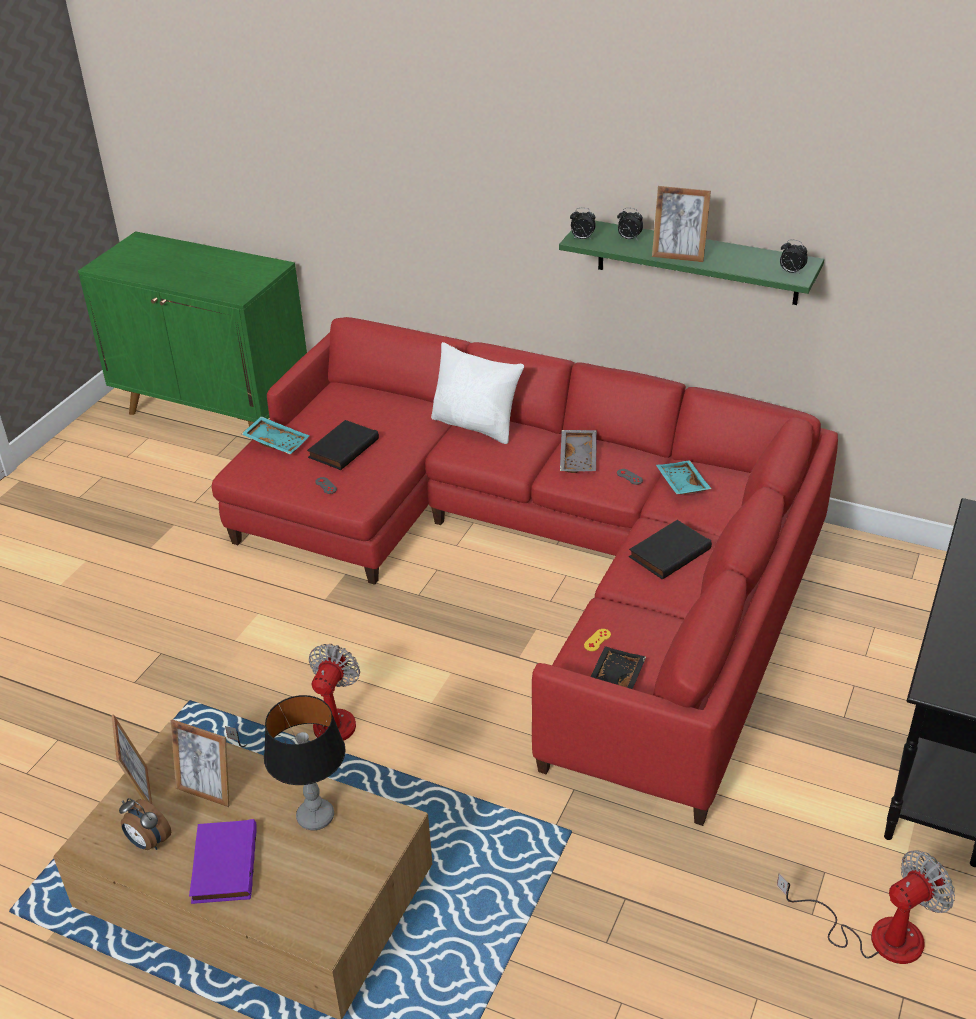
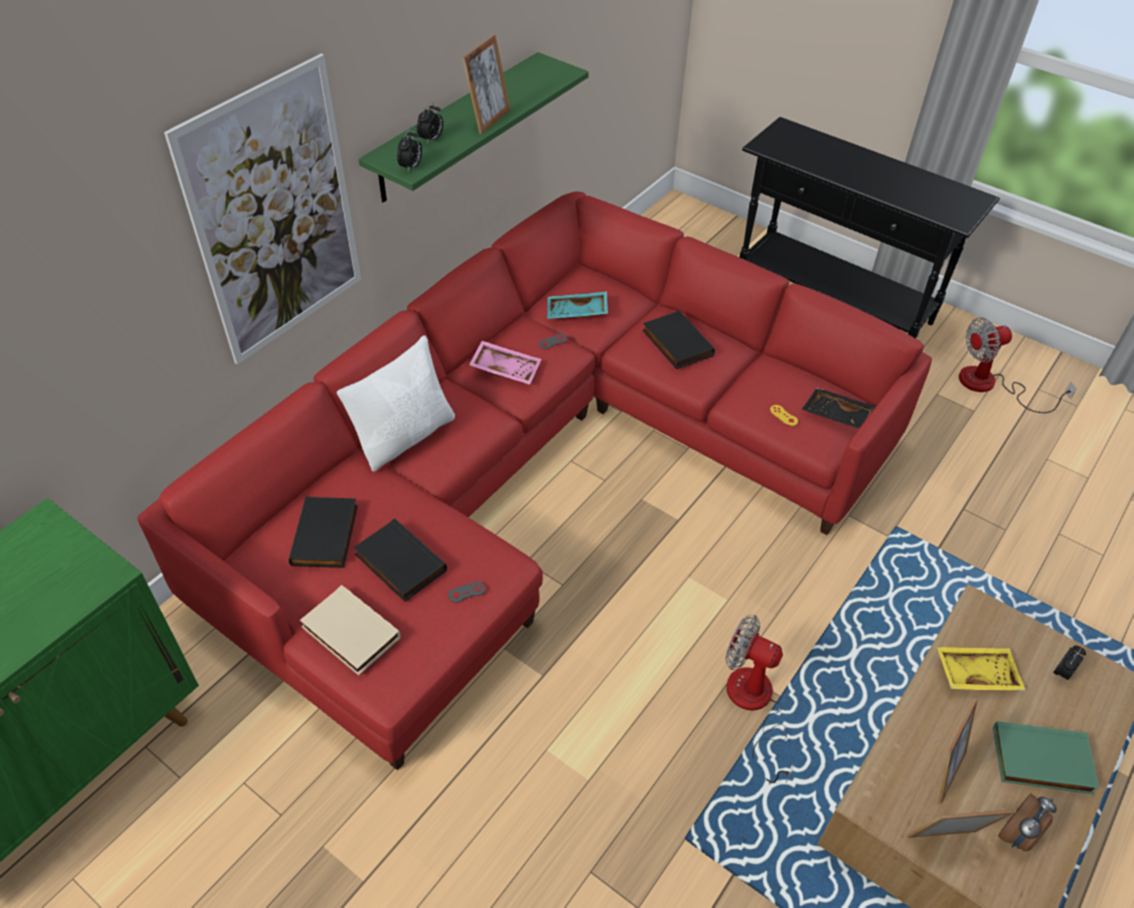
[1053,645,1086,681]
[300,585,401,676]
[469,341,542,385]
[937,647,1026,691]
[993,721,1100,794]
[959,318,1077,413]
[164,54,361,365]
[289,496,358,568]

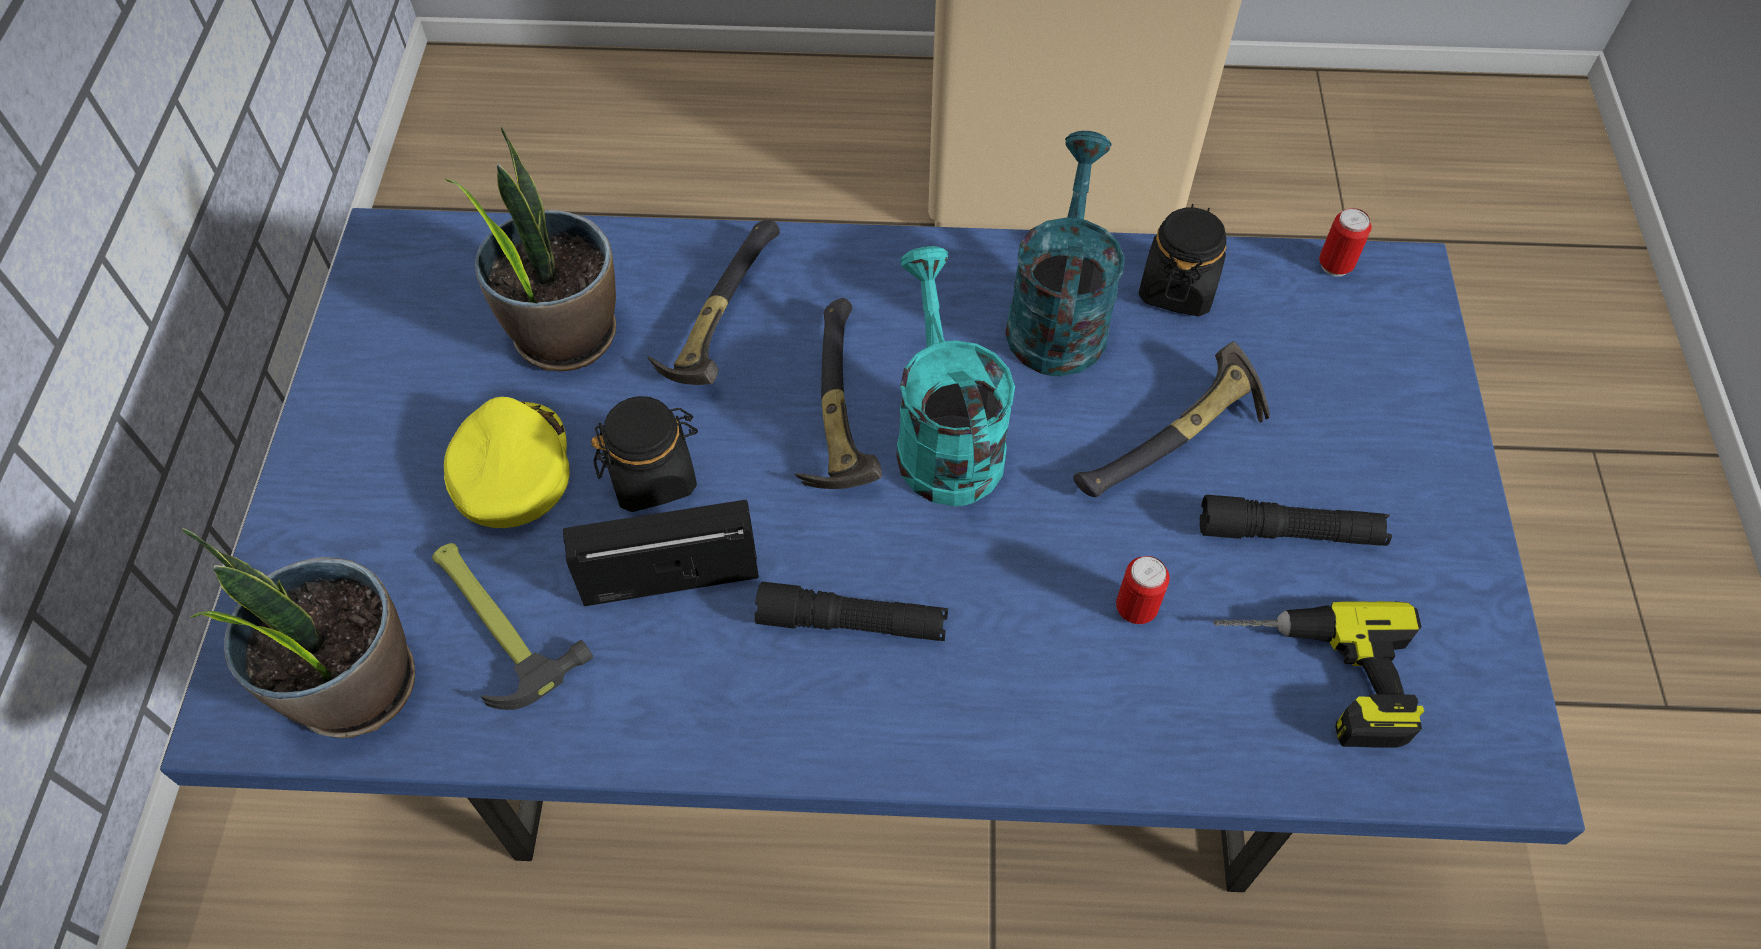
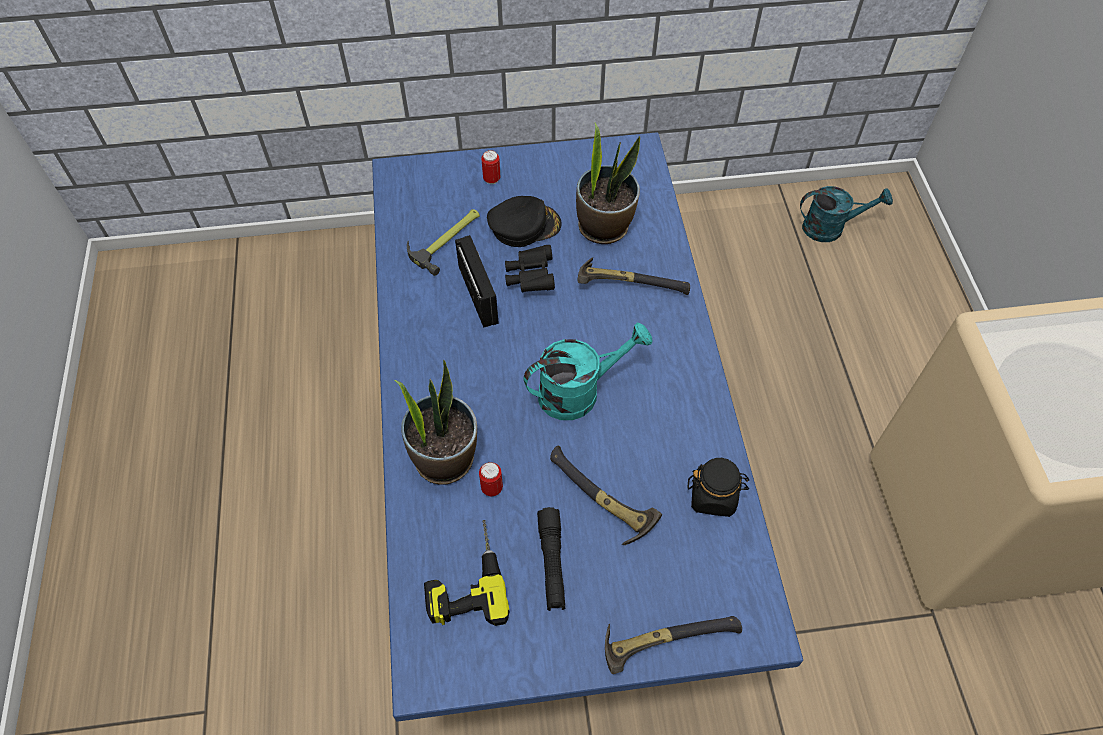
[800,186,893,242]
[481,150,501,184]
[605,616,742,674]
[505,245,555,292]
[487,196,562,247]
[394,360,477,485]
[755,582,948,641] (first image)

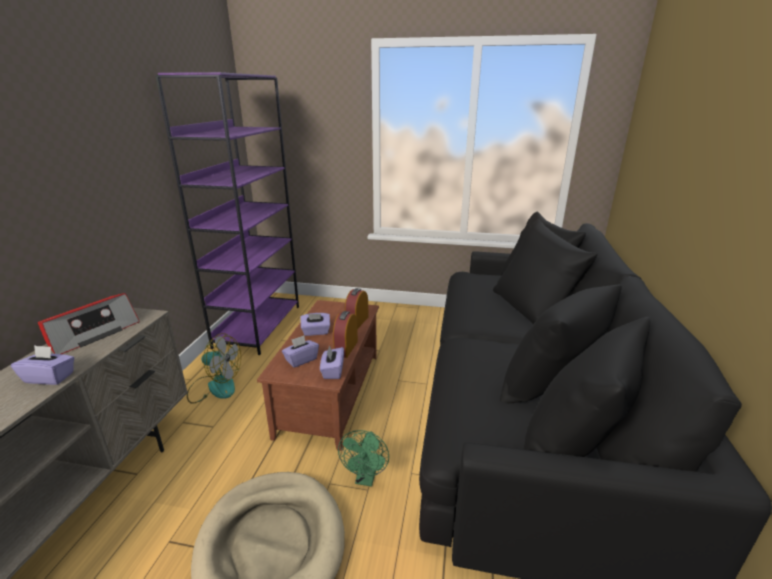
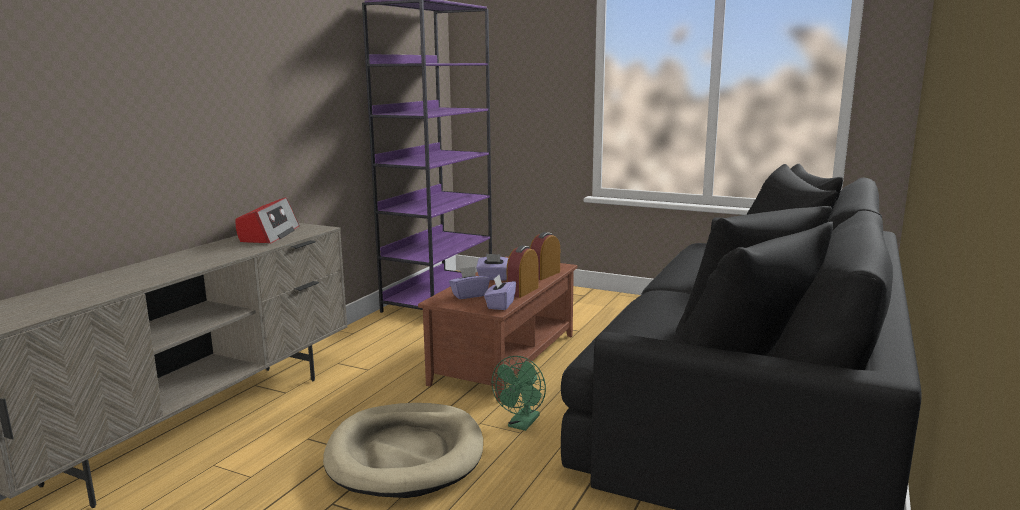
[235,197,299,244]
[187,333,241,404] (first image)
[11,345,75,385] (first image)

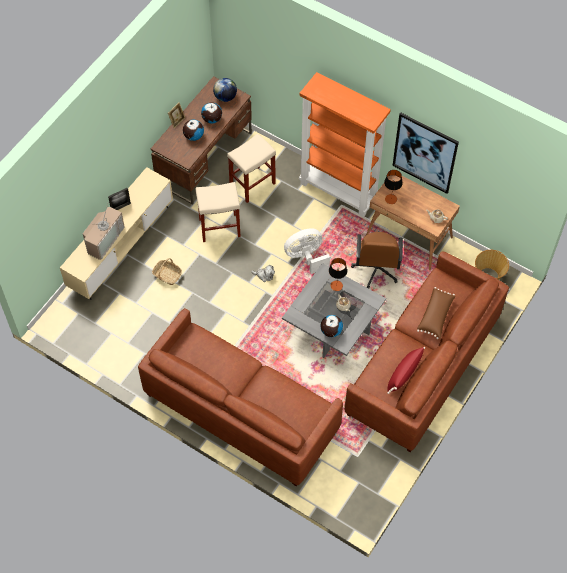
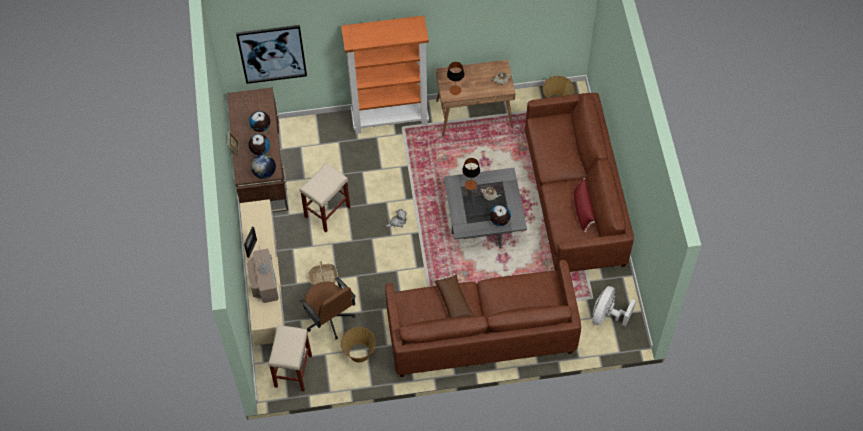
[251,154,276,179]
[236,25,307,84]
[268,325,312,391]
[592,286,636,326]
[300,277,356,339]
[435,274,475,318]
[341,327,376,363]

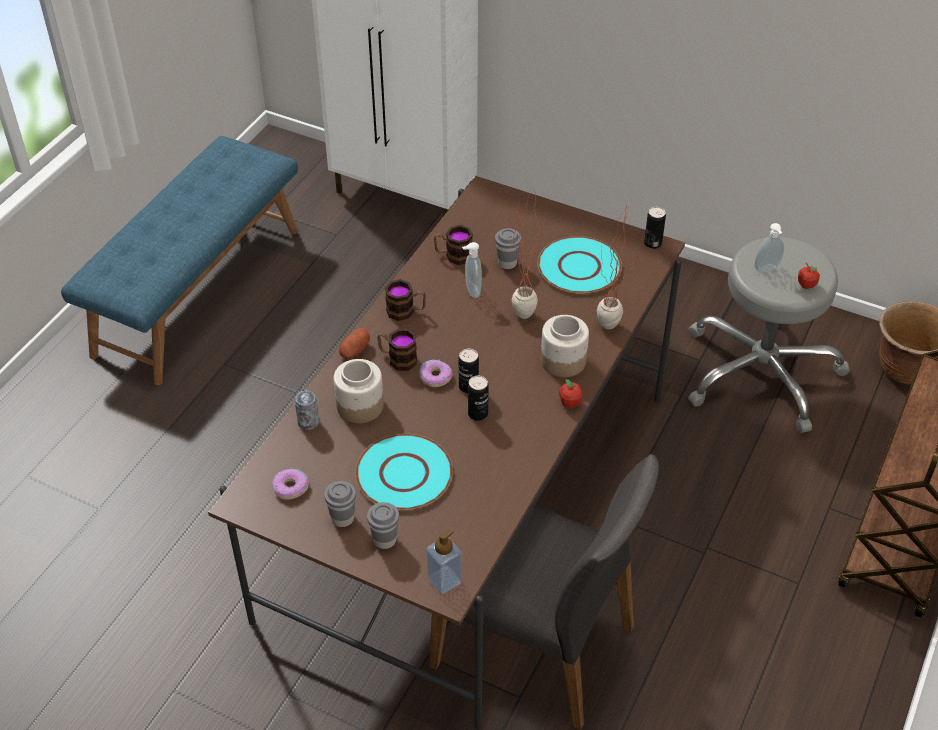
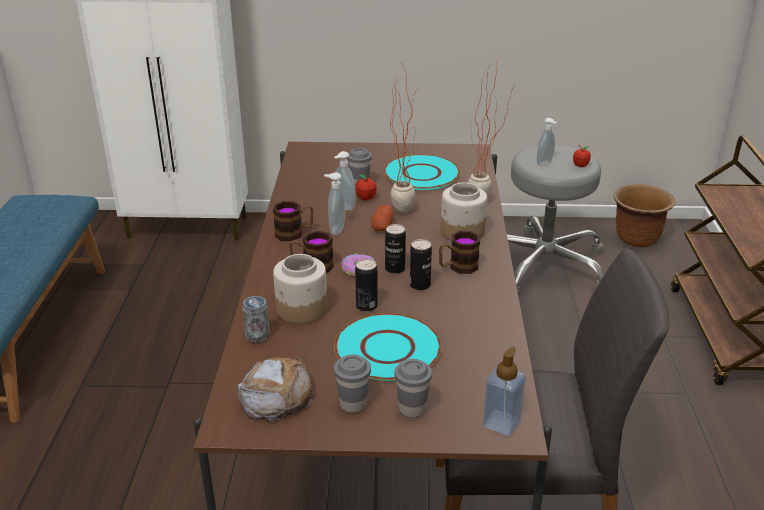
[355,259,377,312]
[439,231,480,274]
[371,205,394,231]
[356,174,376,201]
[238,357,314,423]
[324,172,345,235]

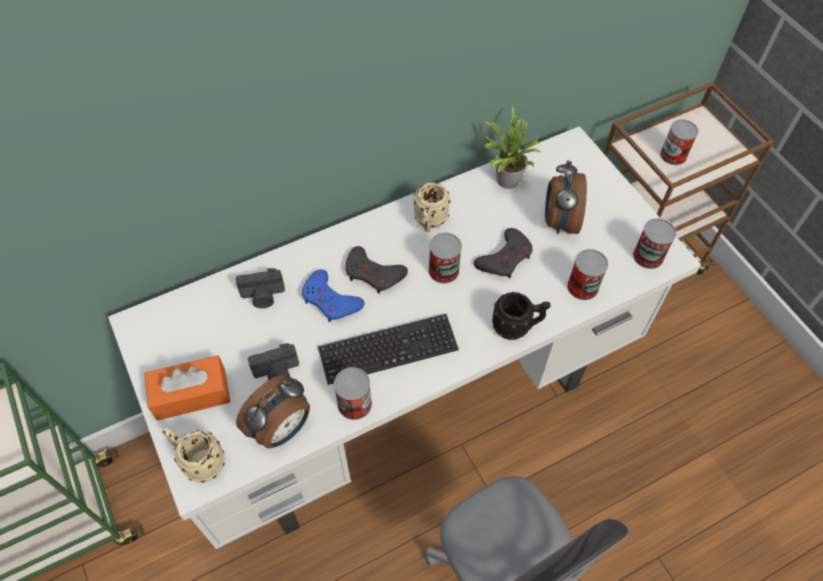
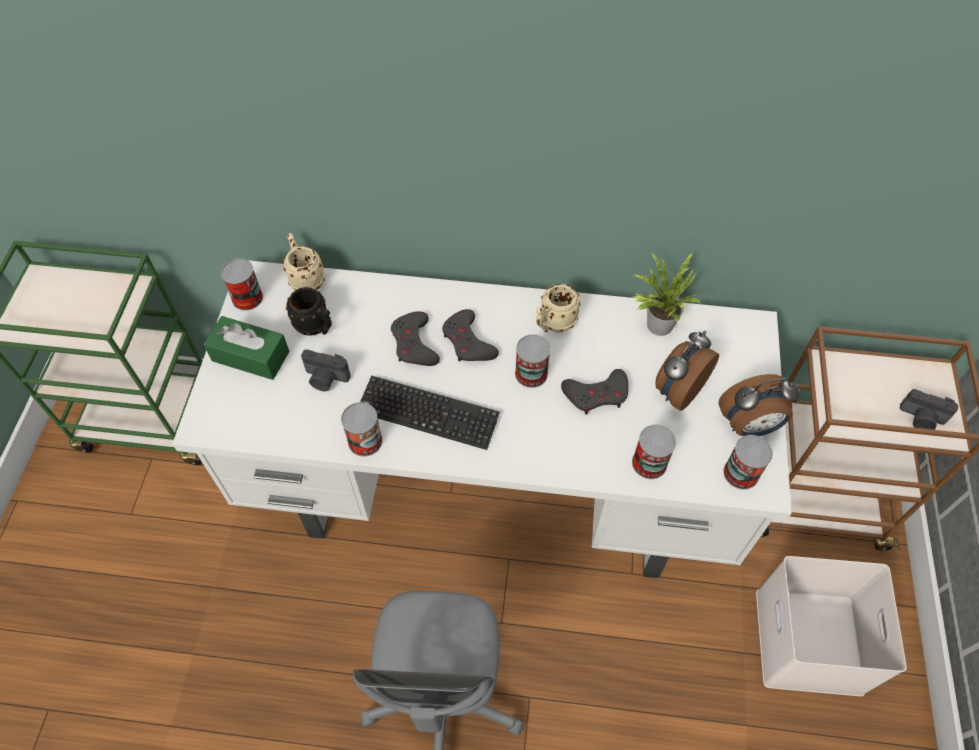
[221,258,263,311]
[900,389,958,430]
[391,311,440,366]
[286,287,332,335]
[204,316,290,380]
[718,374,800,436]
[284,233,325,291]
[756,556,907,696]

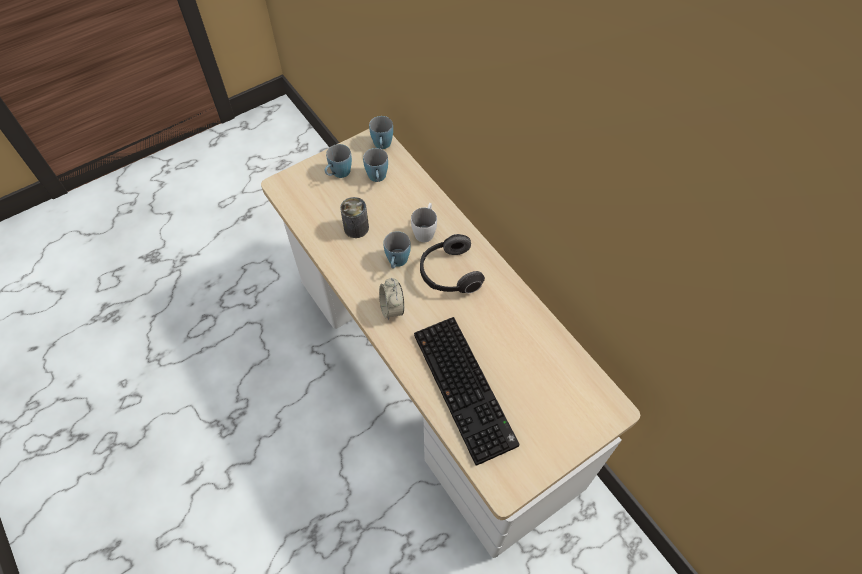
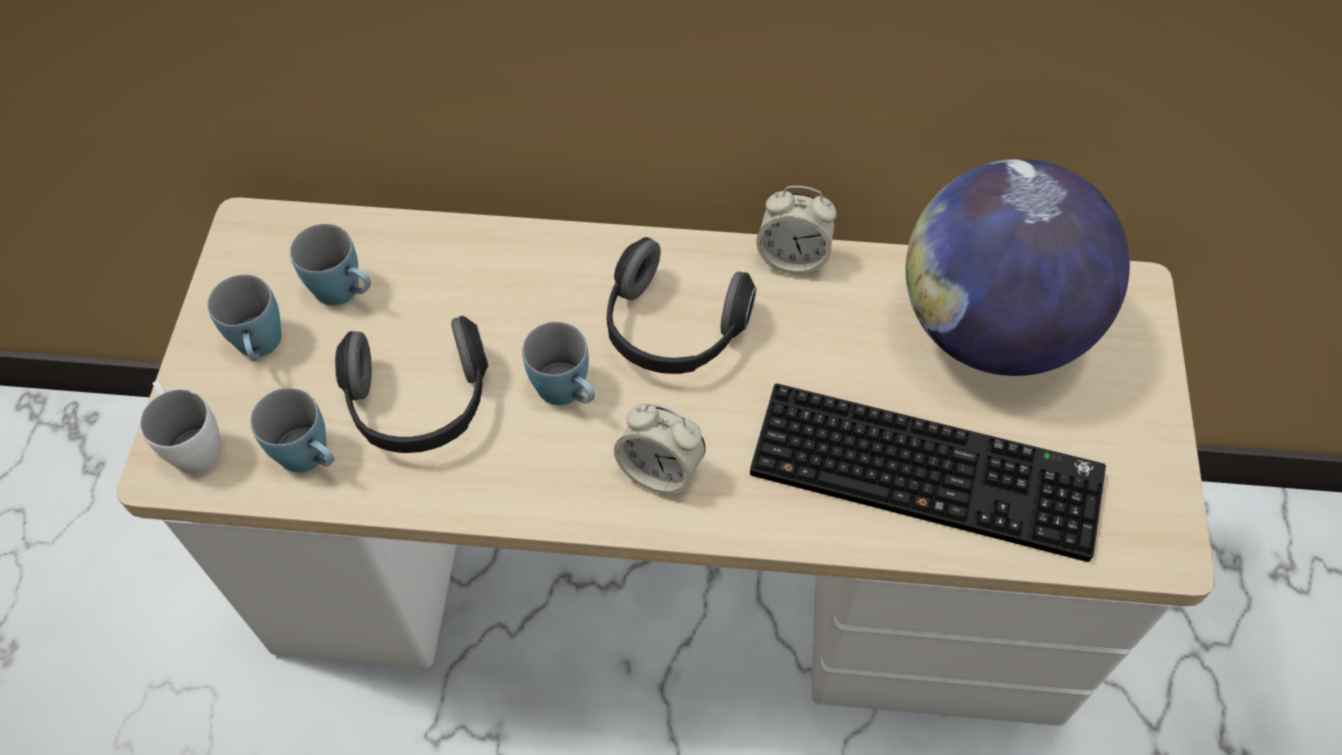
[250,388,334,472]
[334,316,489,453]
[140,380,222,474]
[906,159,1130,376]
[756,186,837,274]

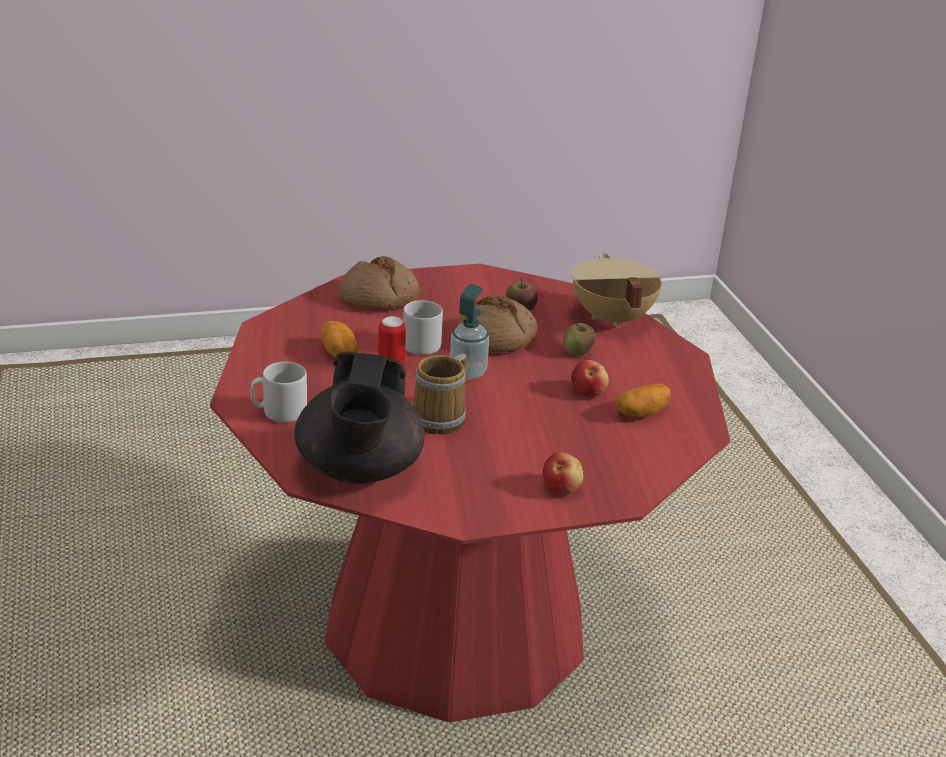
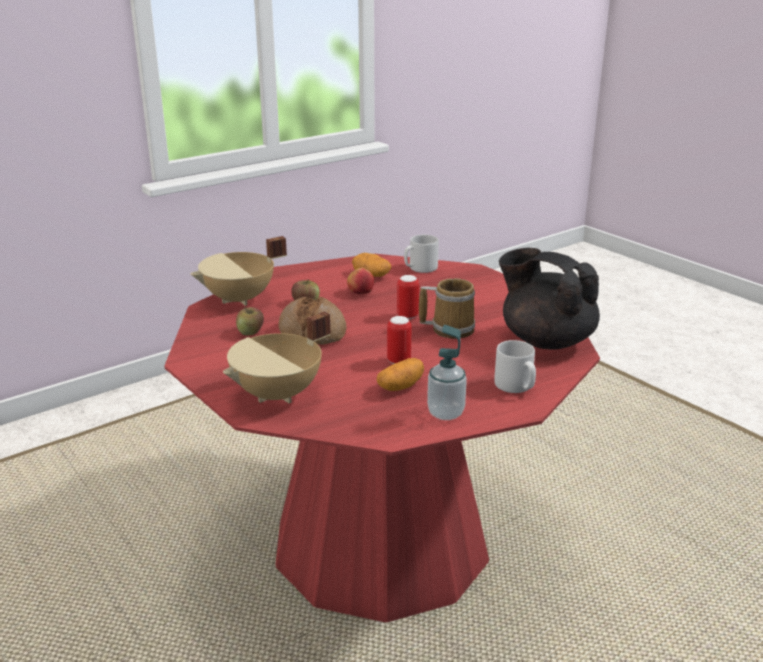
[223,312,331,403]
[427,325,467,420]
[404,235,439,273]
[499,248,600,349]
[543,452,584,494] (first image)
[397,275,419,319]

